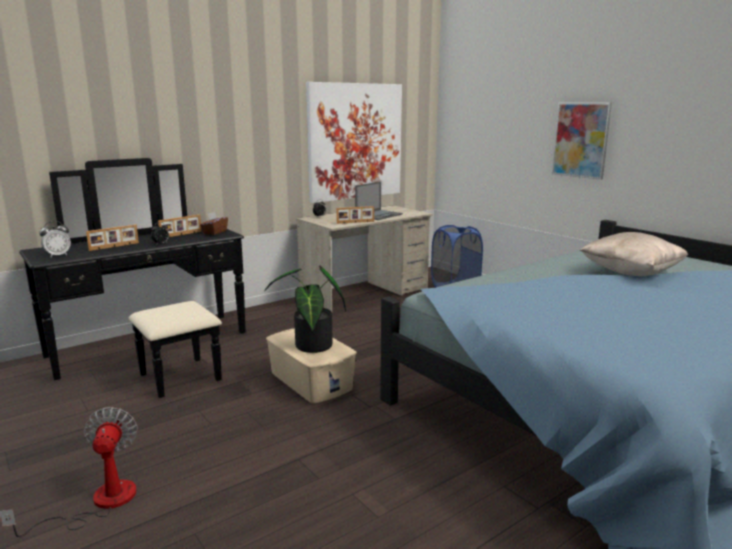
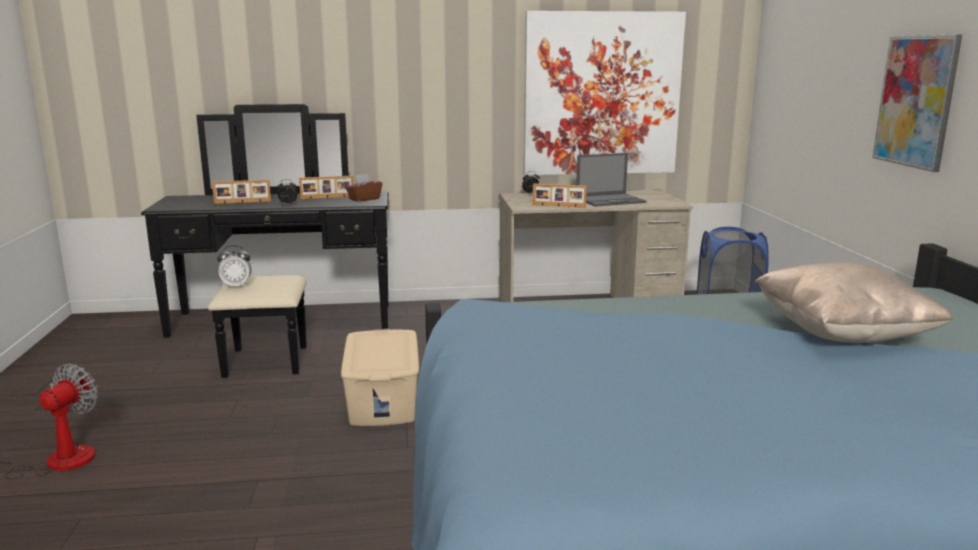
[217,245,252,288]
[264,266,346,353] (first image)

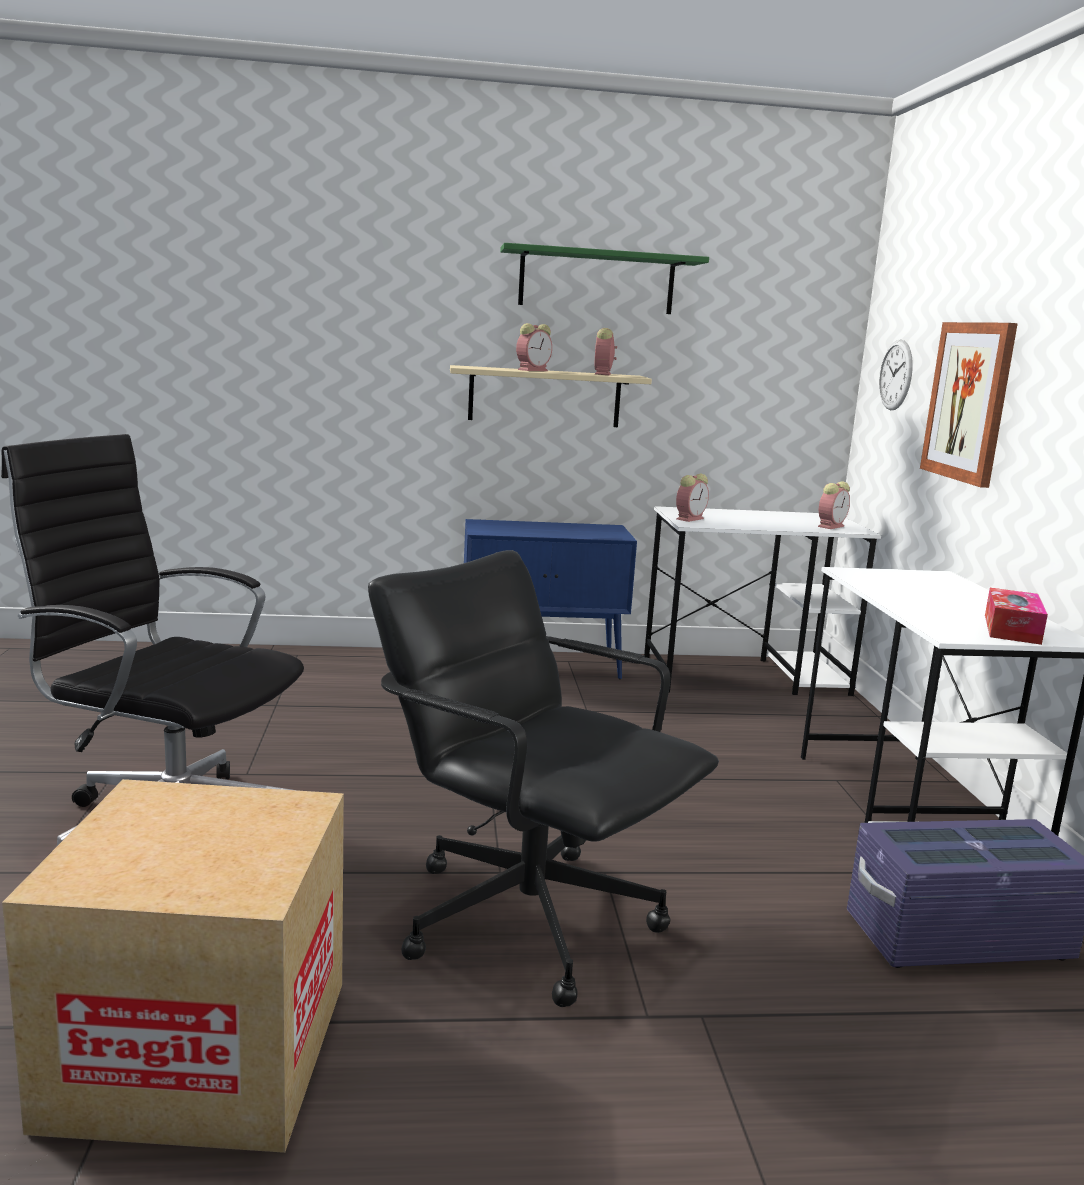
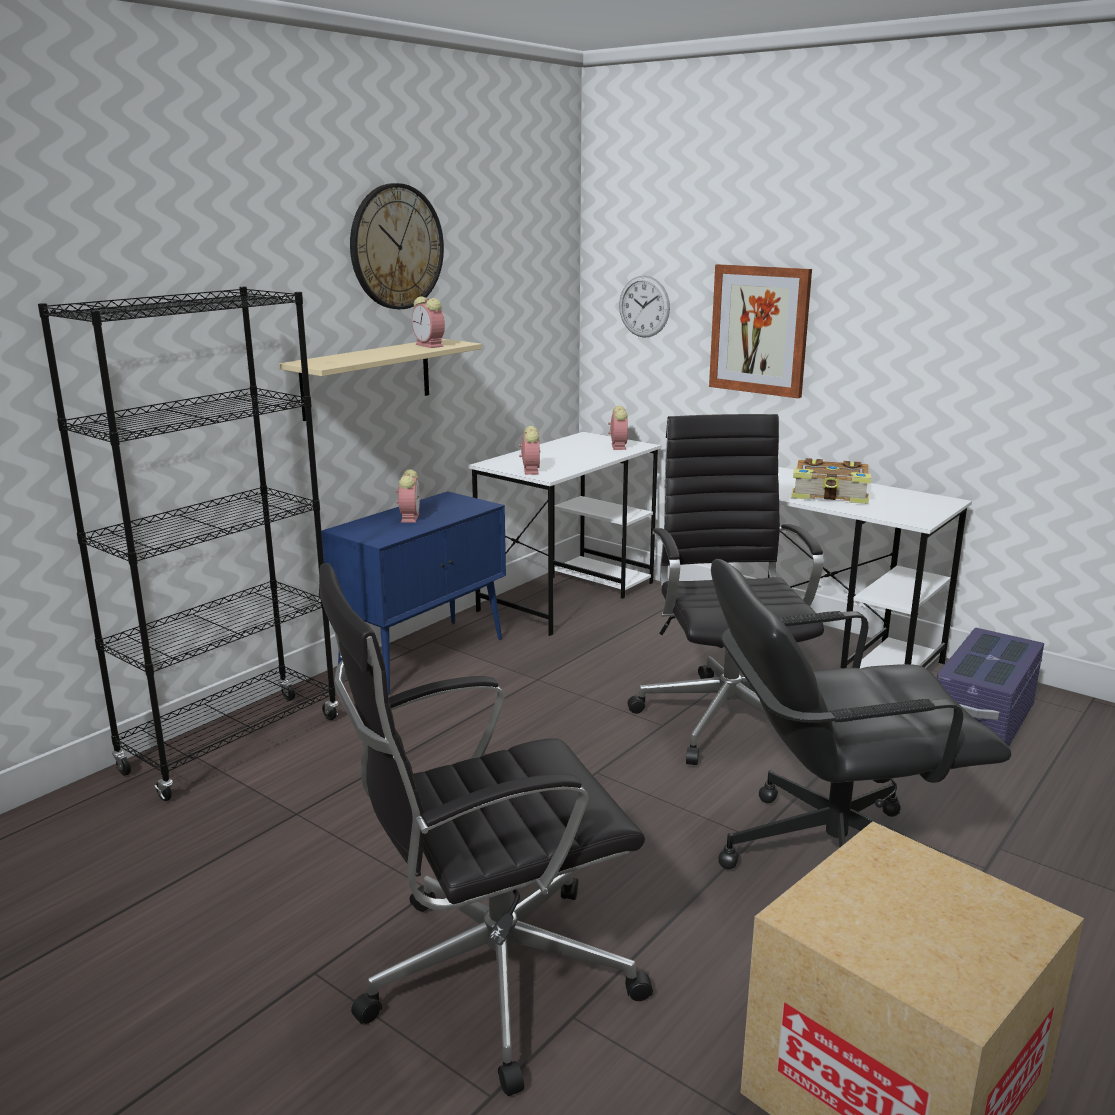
[350,183,444,309]
[396,470,420,523]
[985,588,1048,645] (first image)
[38,287,338,801]
[628,414,824,765]
[791,458,871,504]

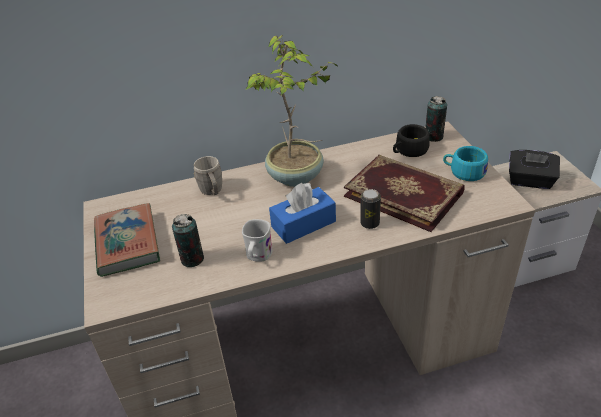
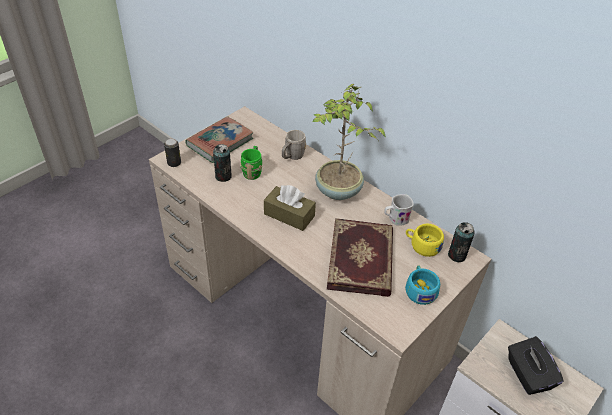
[406,224,444,257]
[264,185,316,231]
[164,138,181,167]
[384,194,414,226]
[240,146,262,180]

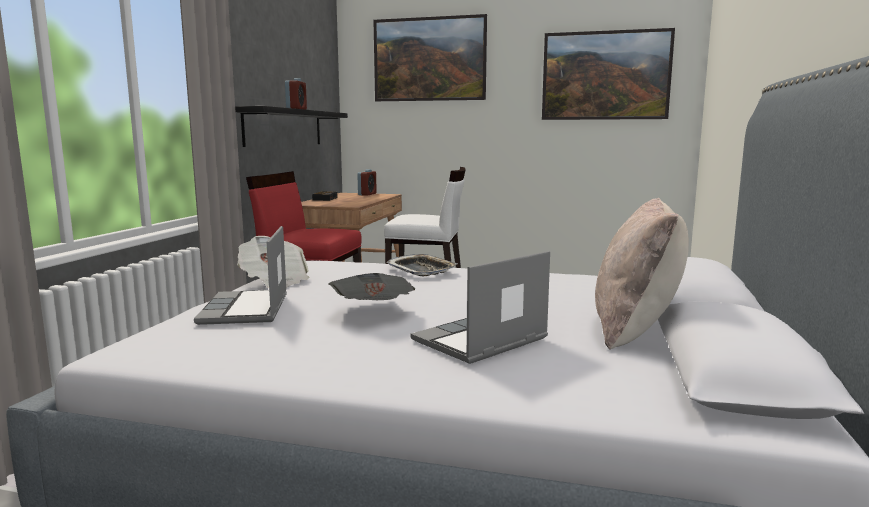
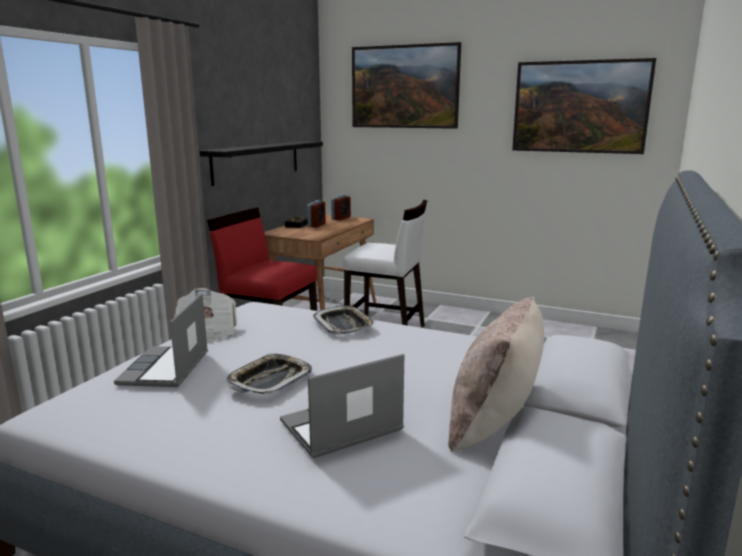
[307,200,326,228]
[226,353,312,395]

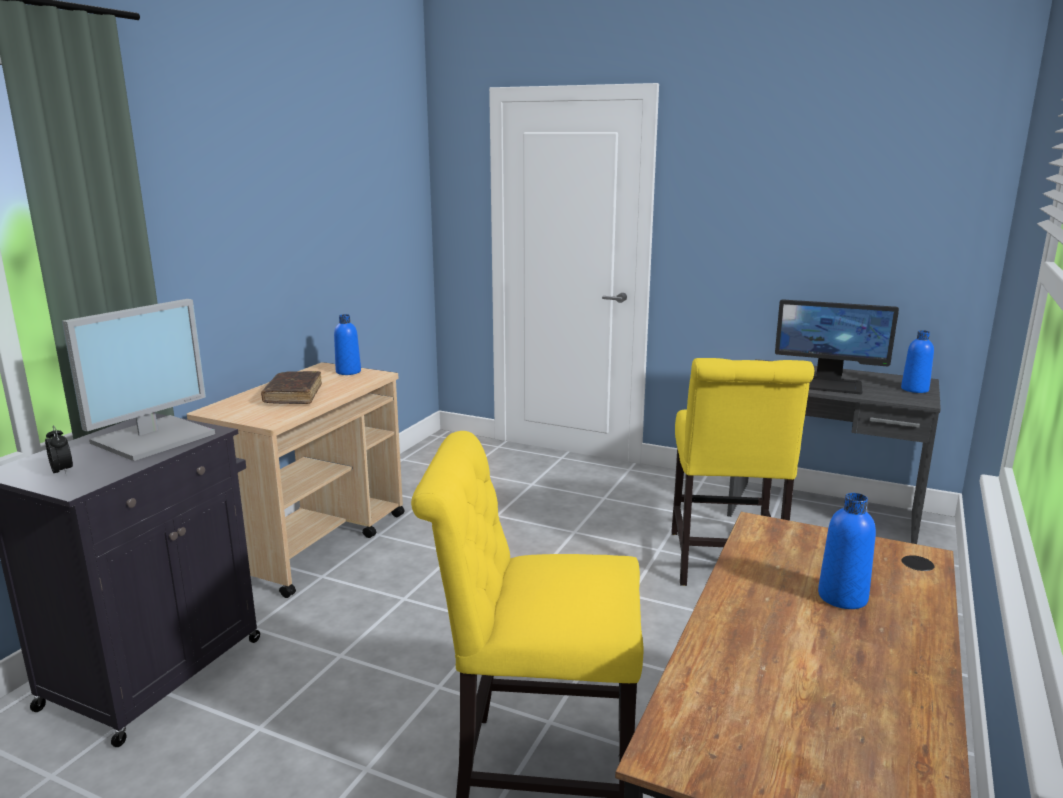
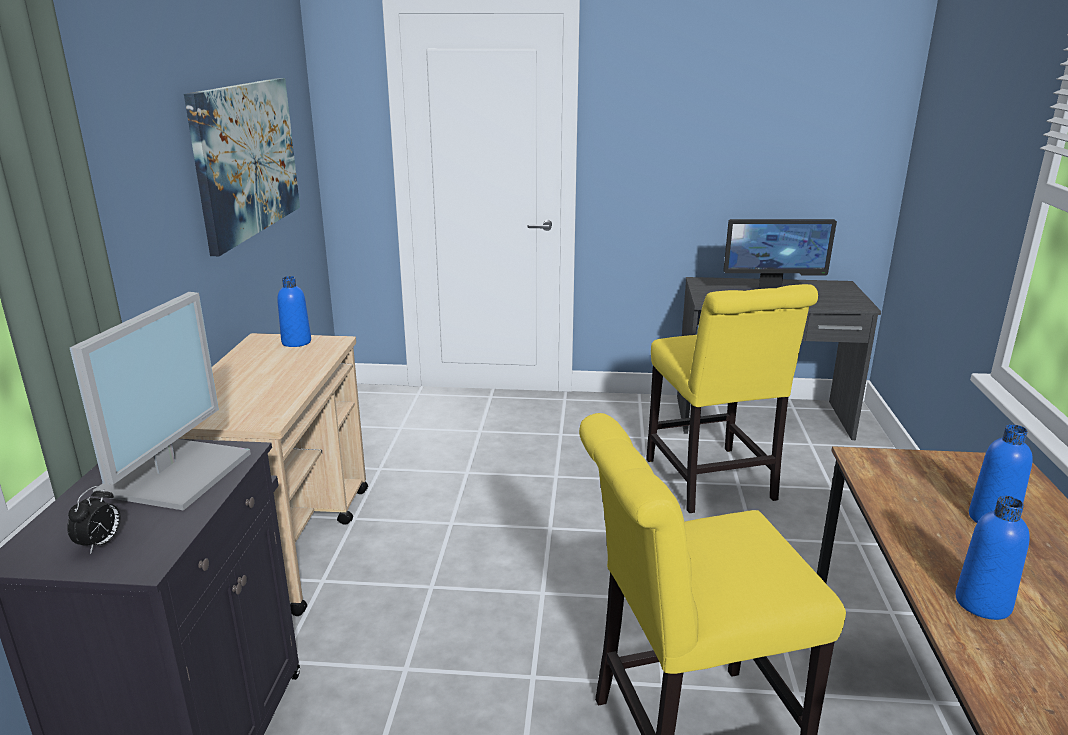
[955,496,1030,620]
[261,371,322,404] (first image)
[67,486,121,554]
[184,78,300,256]

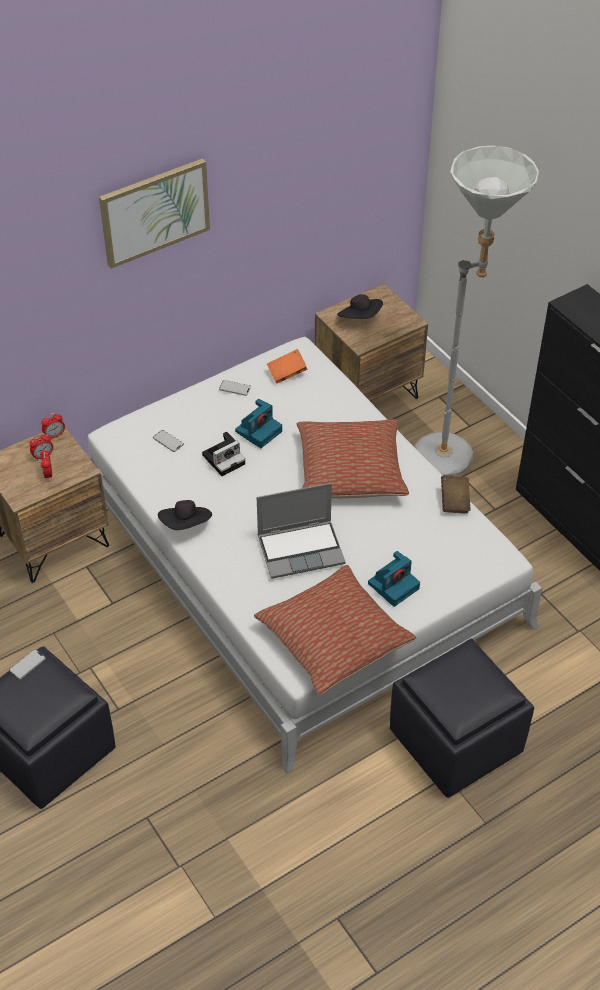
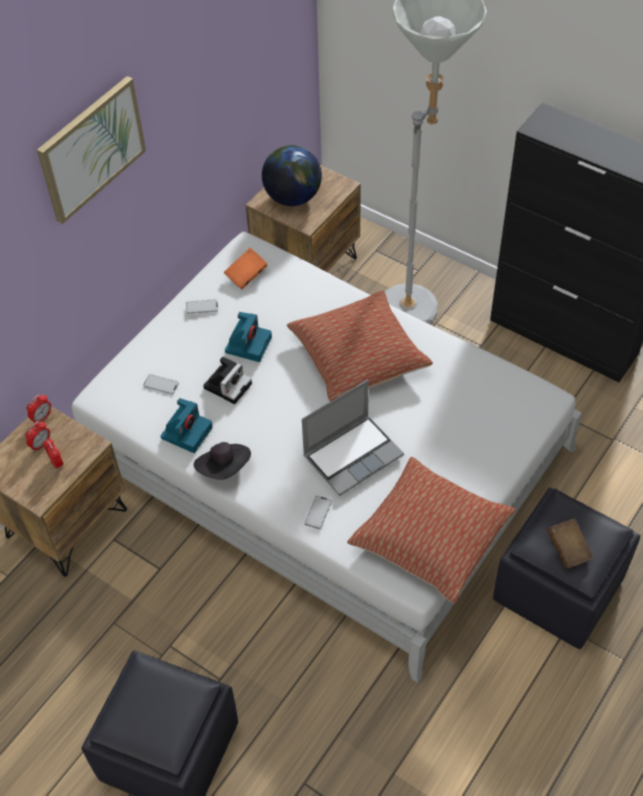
[262,145,322,206]
[547,519,593,569]
[161,398,213,453]
[305,496,332,529]

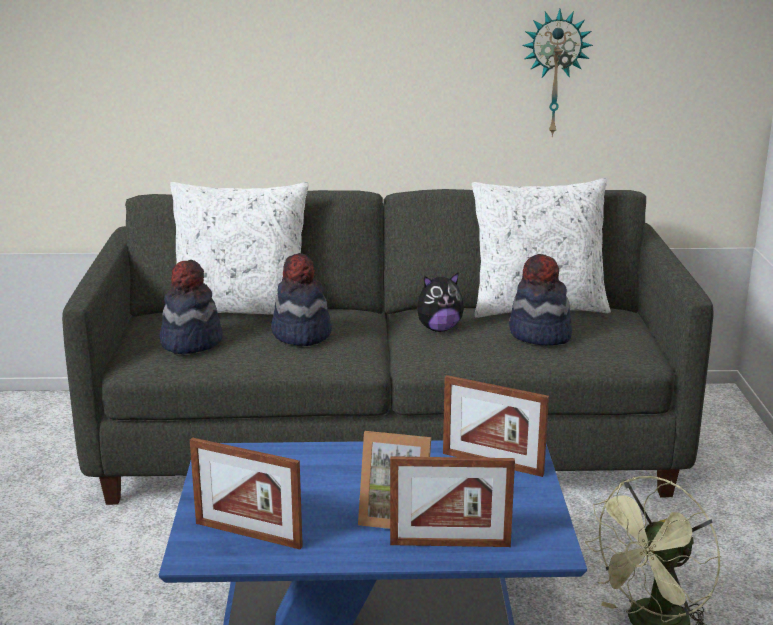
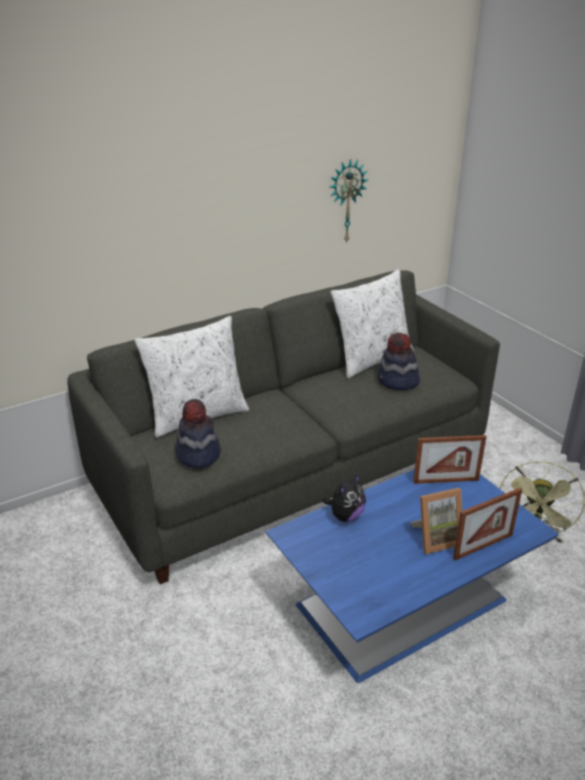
[271,253,332,346] (first image)
[322,474,366,522]
[190,437,303,549] (first image)

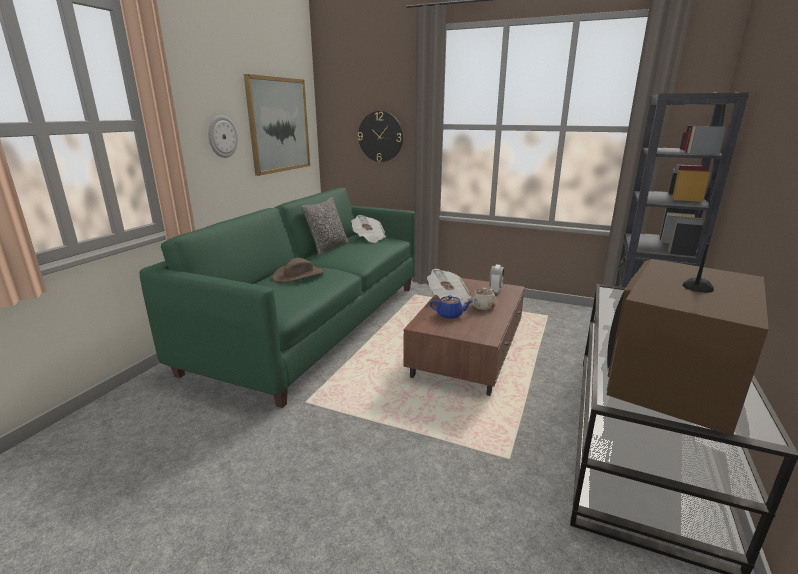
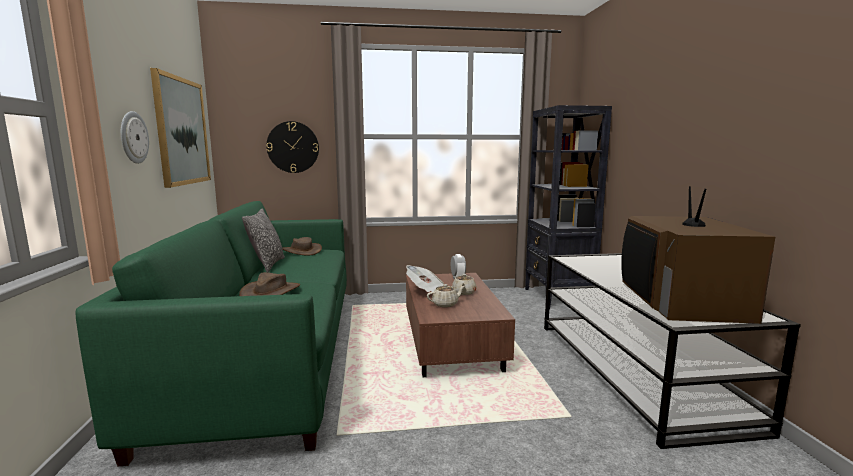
[282,237,322,256]
[427,284,465,307]

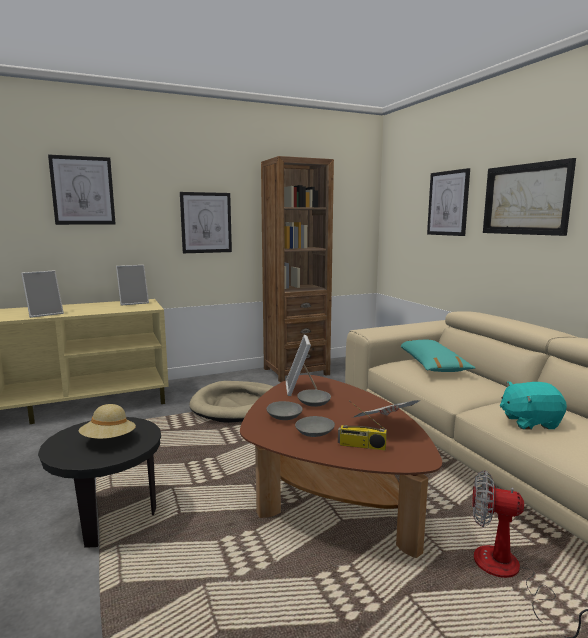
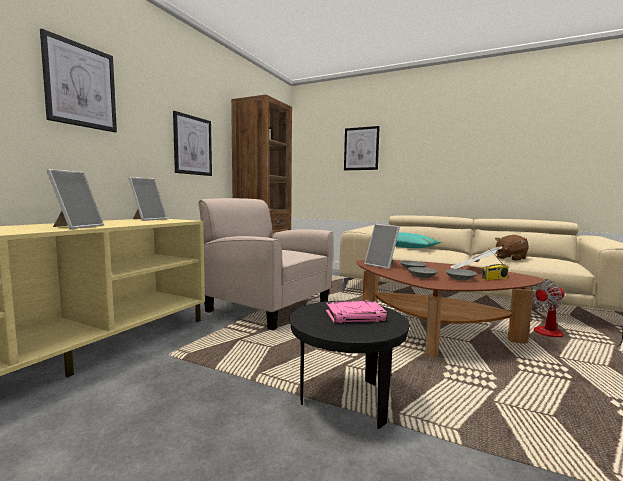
[483,158,576,236] (first image)
[198,198,333,330]
[495,235,529,261]
[326,300,388,323]

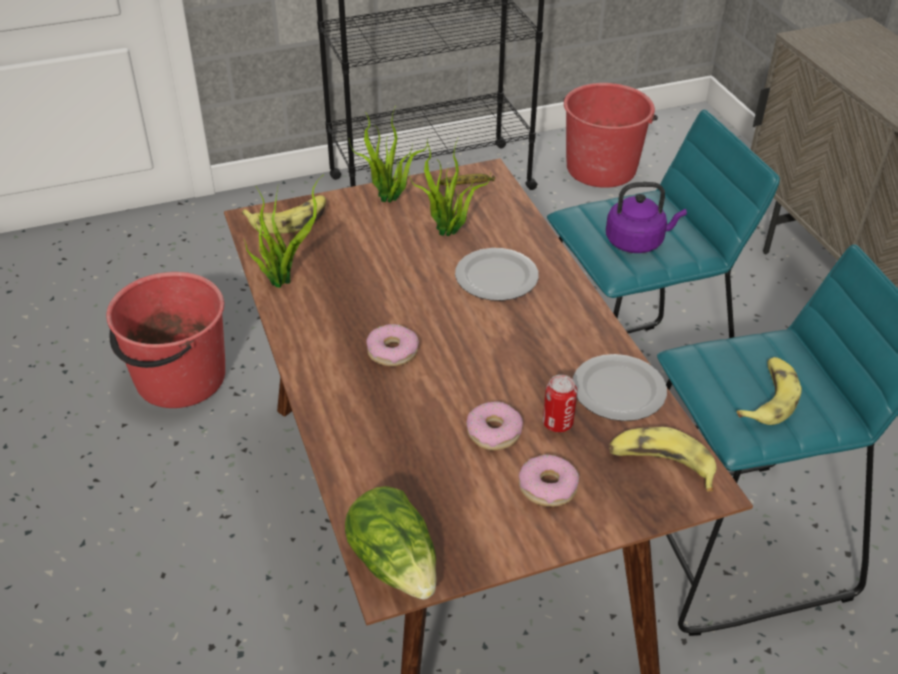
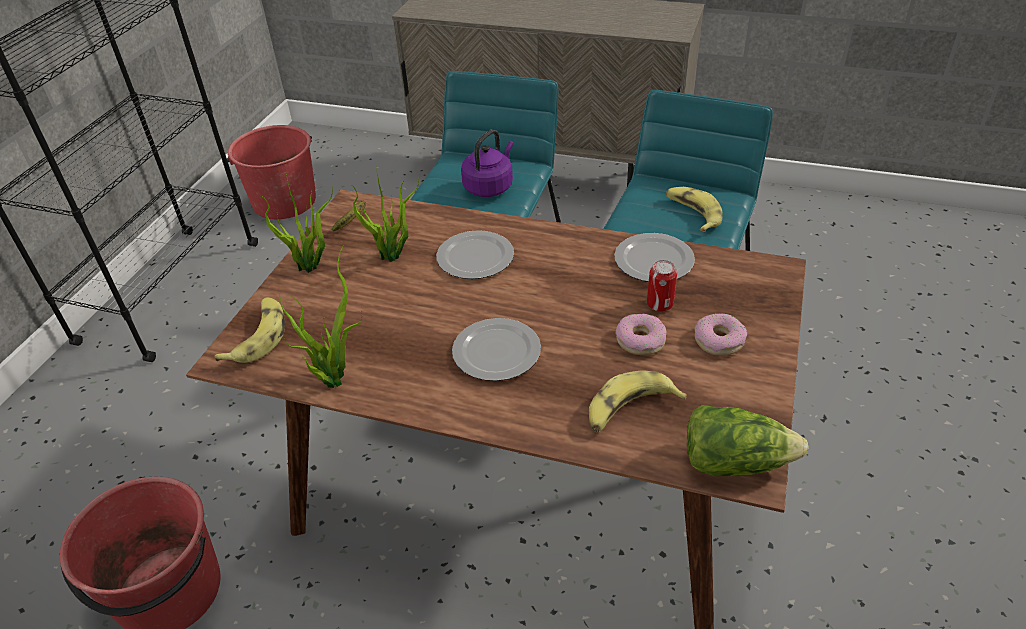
[452,318,541,381]
[589,371,687,433]

